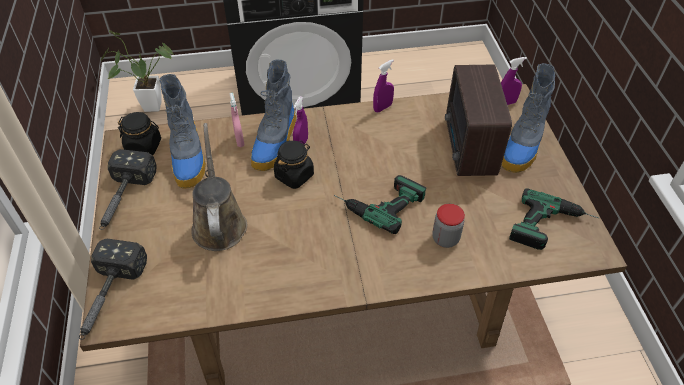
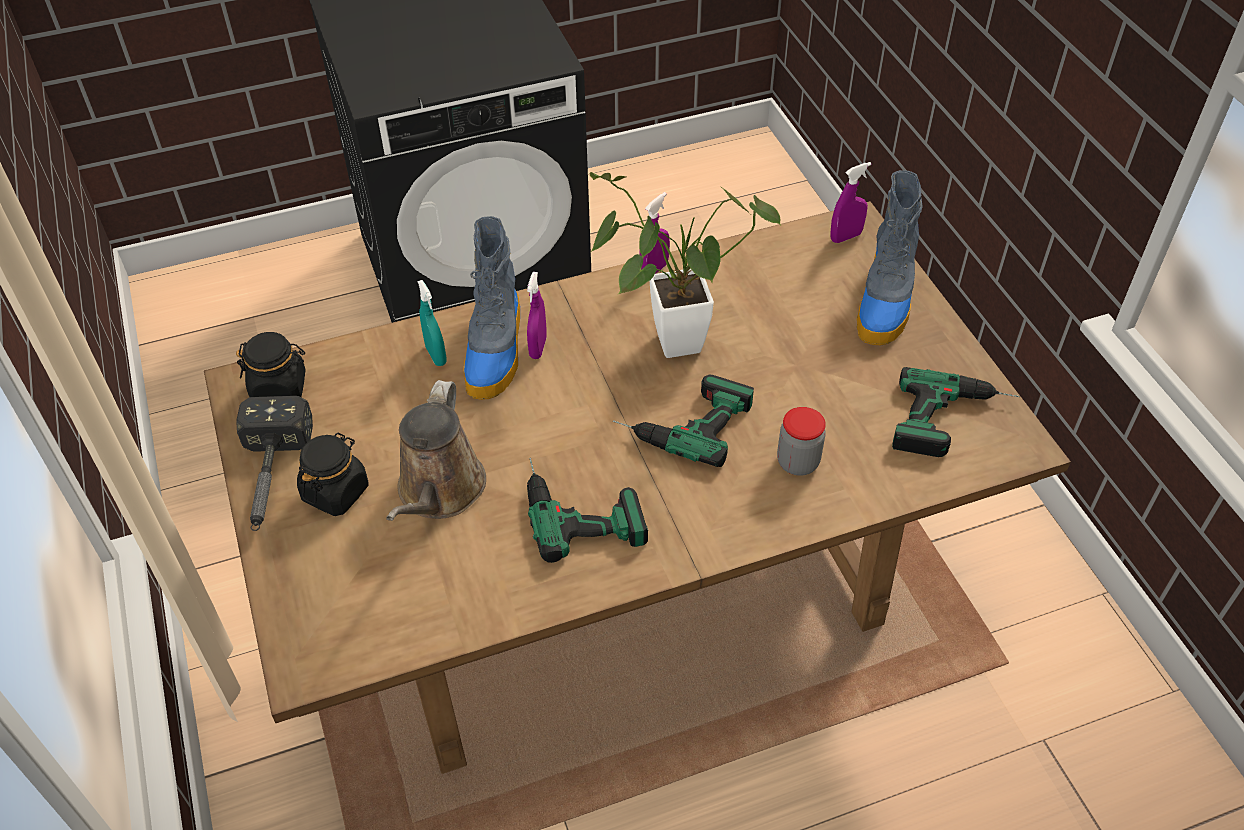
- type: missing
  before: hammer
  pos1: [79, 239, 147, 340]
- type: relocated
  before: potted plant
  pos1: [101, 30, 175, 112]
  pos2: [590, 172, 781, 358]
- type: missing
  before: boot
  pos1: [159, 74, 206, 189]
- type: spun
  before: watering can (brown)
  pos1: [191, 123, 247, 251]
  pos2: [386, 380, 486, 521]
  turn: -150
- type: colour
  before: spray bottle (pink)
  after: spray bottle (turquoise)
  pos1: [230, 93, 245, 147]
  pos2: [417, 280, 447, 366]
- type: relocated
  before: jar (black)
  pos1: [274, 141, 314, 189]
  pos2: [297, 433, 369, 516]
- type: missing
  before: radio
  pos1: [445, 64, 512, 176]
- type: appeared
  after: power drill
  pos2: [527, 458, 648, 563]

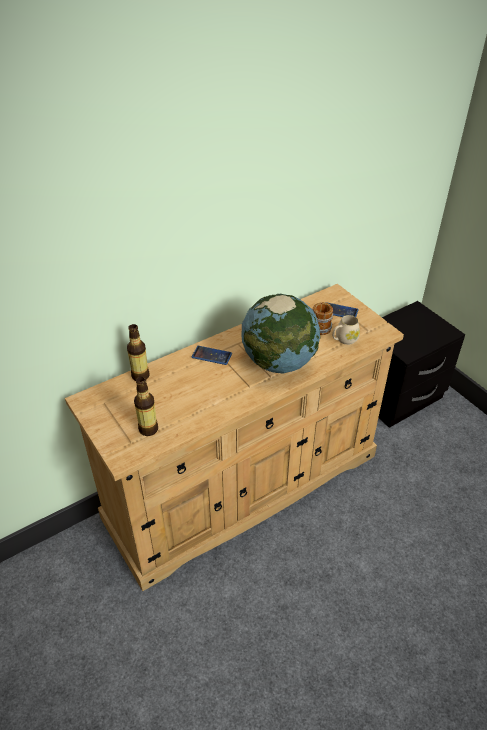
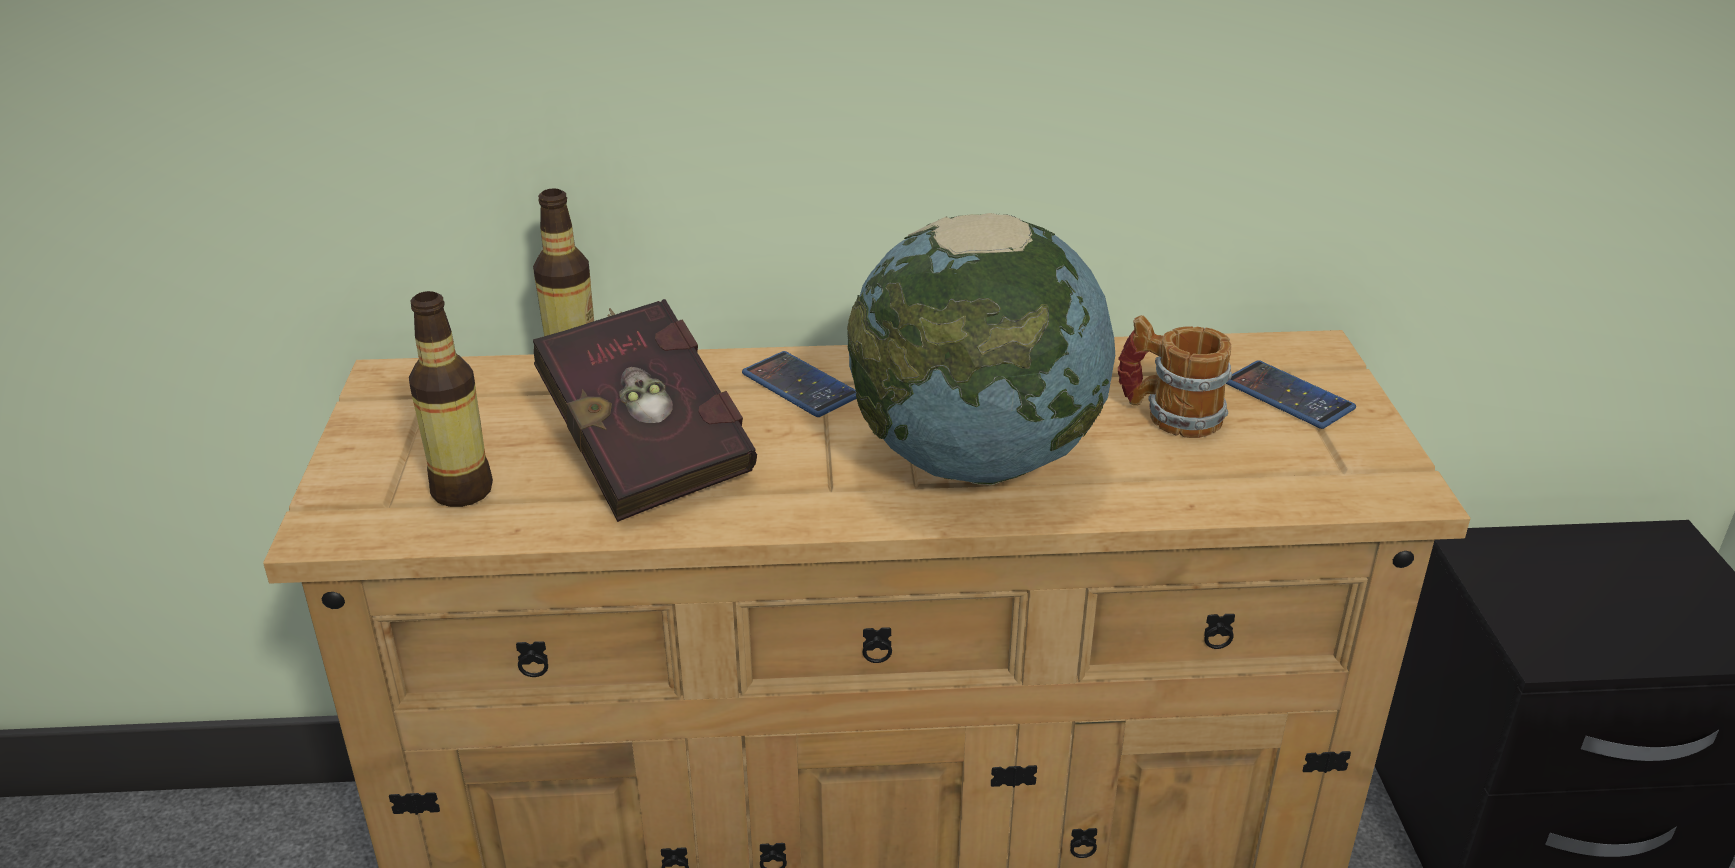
- type: missing
  before: mug (beige)
  pos1: [332, 315, 360, 345]
- type: appeared
  after: book (red)
  pos2: [533, 299, 757, 522]

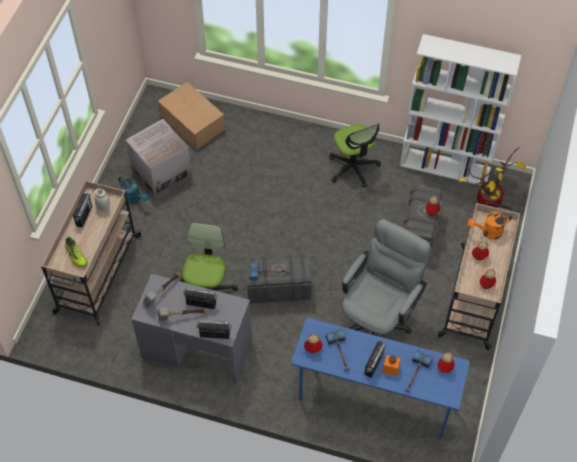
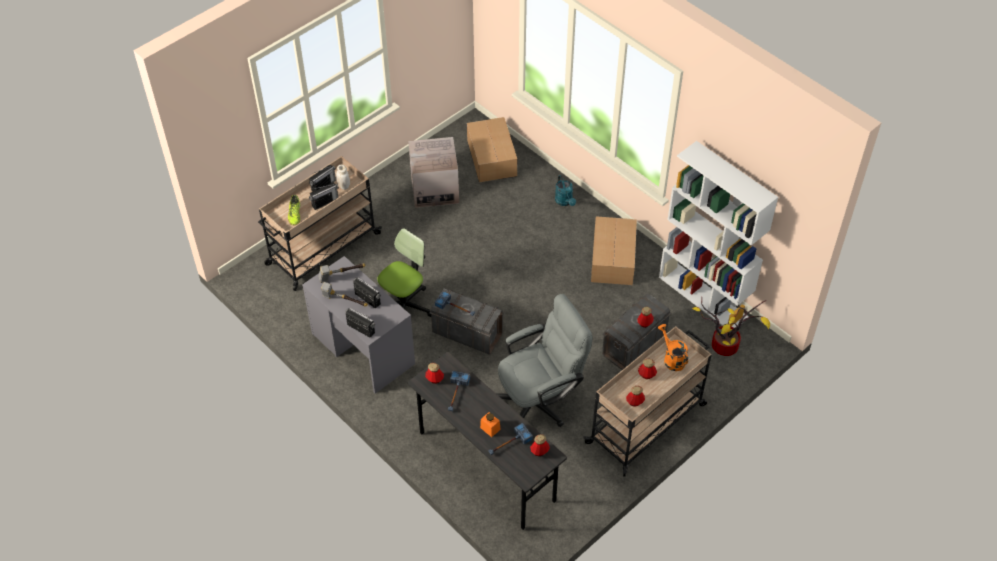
- type: relocated
  before: watering can (turquoise)
  pos1: [118, 176, 148, 204]
  pos2: [555, 175, 576, 206]
- type: colour
  before: desk (blue)
  after: desk (grey)
  pos1: [291, 318, 470, 439]
  pos2: [408, 352, 567, 530]
- type: exchanged
  before: office chair
  after: cardboard box
  pos1: [329, 123, 381, 188]
  pos2: [591, 216, 637, 285]
- type: relocated
  before: radio
  pos1: [364, 341, 386, 378]
  pos2: [309, 183, 339, 210]
- type: spun
  before: watering can (orange)
  pos1: [468, 211, 512, 240]
  pos2: [658, 324, 688, 371]
  turn: 45

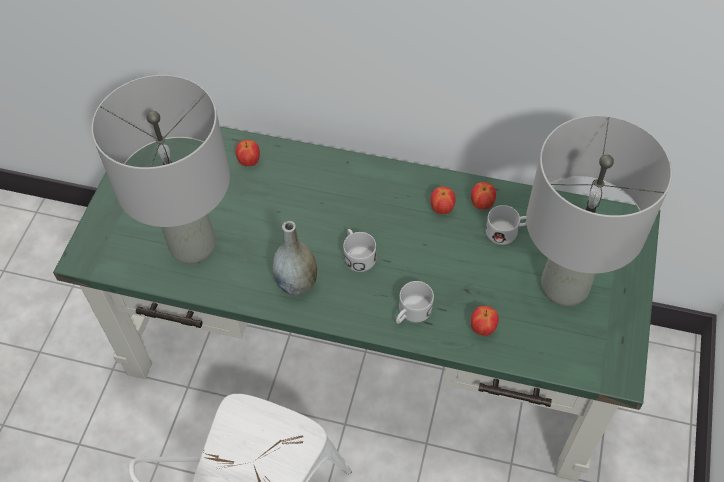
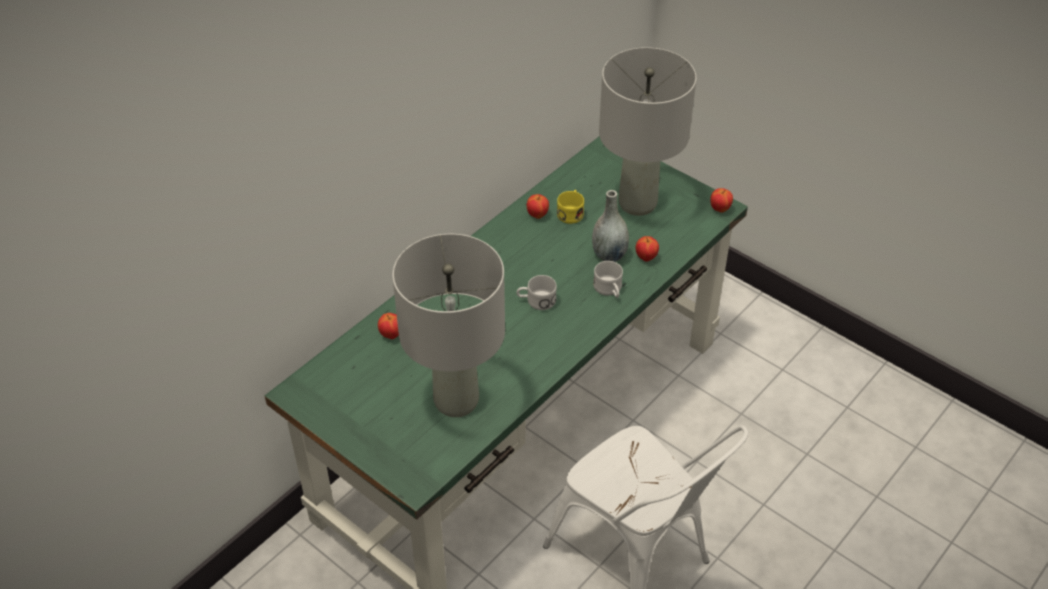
- type: relocated
  before: vase (grey)
  pos1: [273, 221, 317, 295]
  pos2: [592, 190, 629, 262]
- type: relocated
  before: apple
  pos1: [430, 187, 455, 214]
  pos2: [710, 188, 733, 213]
- type: colour
  before: mug (white)
  after: mug (yellow)
  pos1: [485, 205, 527, 245]
  pos2: [557, 190, 584, 224]

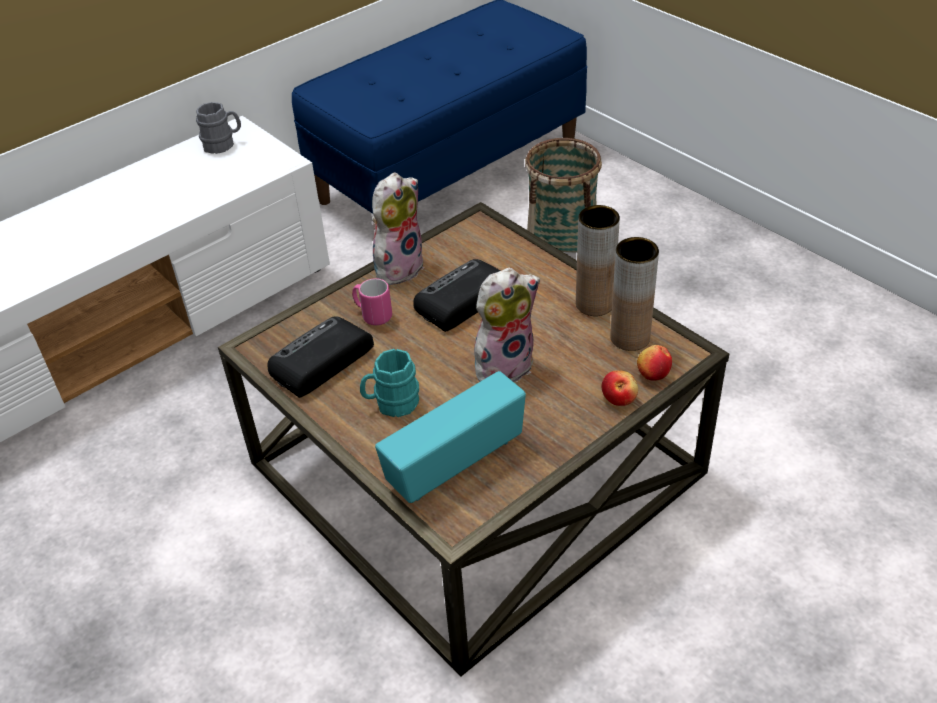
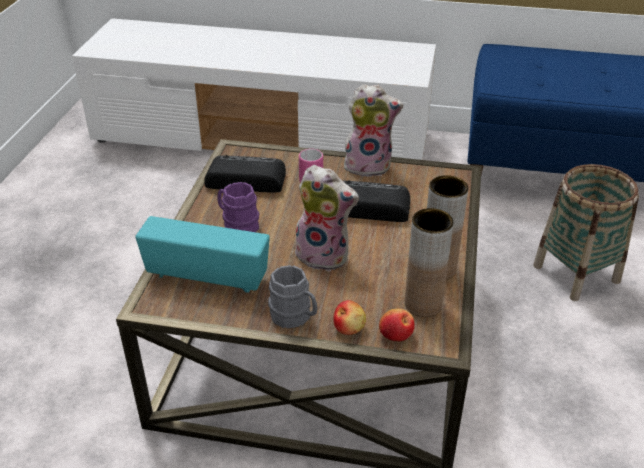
- type: relocated
  before: mug (grey)
  pos1: [196, 102, 241, 154]
  pos2: [268, 265, 318, 328]
- type: colour
  before: mug (turquoise)
  after: mug (purple)
  pos1: [360, 349, 419, 417]
  pos2: [217, 182, 259, 232]

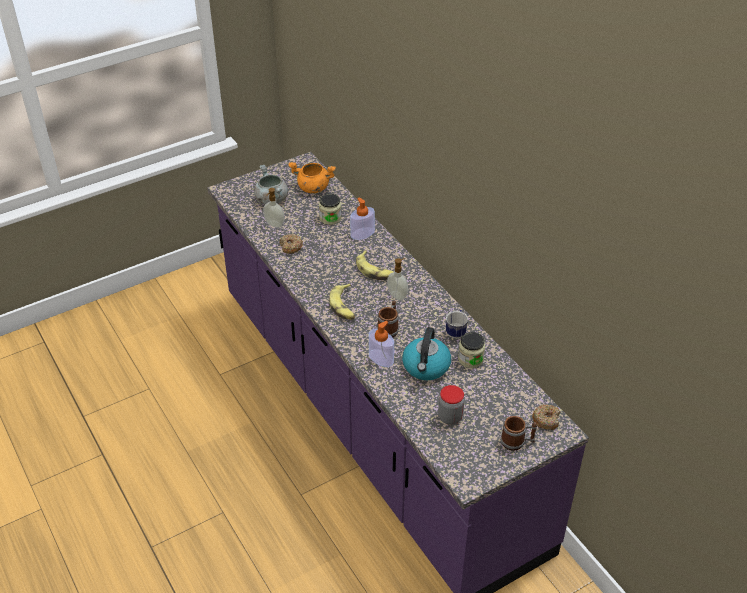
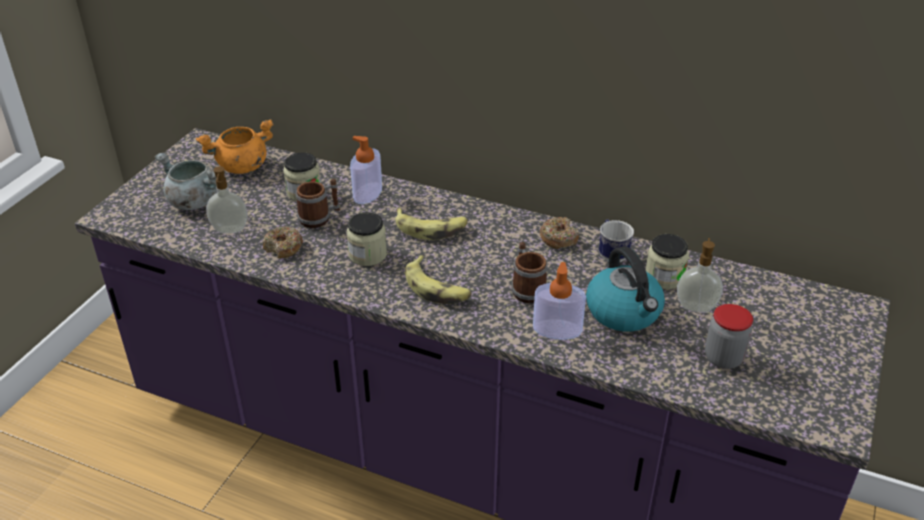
- type: relocated
  before: soap dispenser
  pos1: [387, 258, 408, 301]
  pos2: [677, 238, 723, 313]
- type: relocated
  before: mug
  pos1: [500, 416, 537, 451]
  pos2: [296, 178, 340, 228]
- type: relocated
  before: donut
  pos1: [532, 404, 561, 430]
  pos2: [539, 217, 579, 249]
- type: appeared
  after: jar
  pos2: [347, 212, 387, 266]

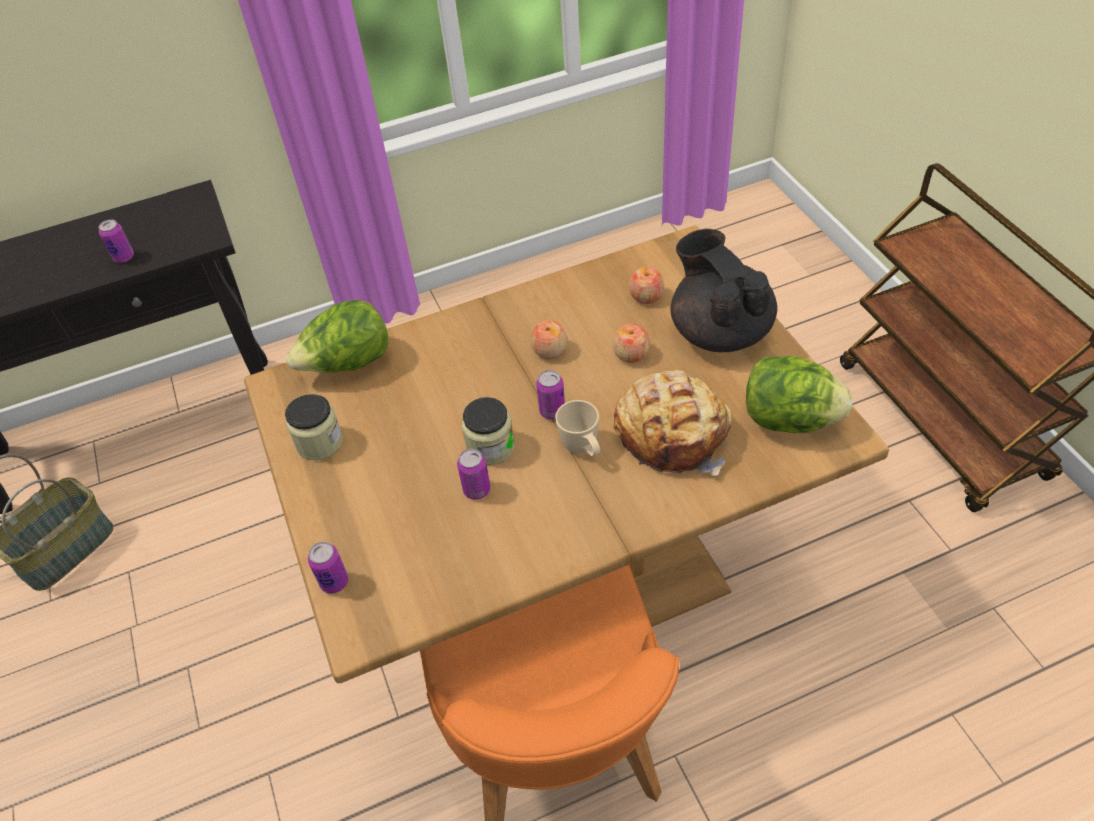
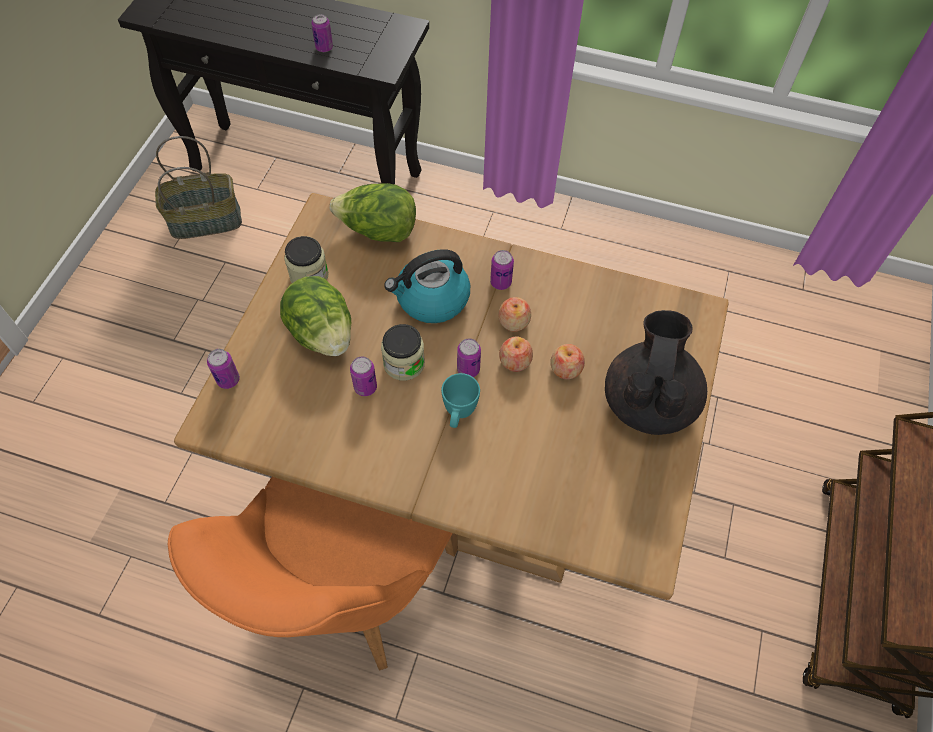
- type: colour
  before: mug (beige)
  after: mug (turquoise)
  pos1: [555, 400, 600, 456]
  pos2: [441, 373, 480, 428]
- type: missing
  before: bread
  pos1: [614, 370, 732, 476]
- type: relocated
  before: apple
  pos1: [629, 267, 664, 304]
  pos2: [499, 336, 533, 372]
- type: relocated
  before: lettuce
  pos1: [746, 356, 852, 433]
  pos2: [280, 276, 351, 356]
- type: appeared
  after: kettle
  pos2: [384, 249, 470, 323]
- type: appeared
  after: can
  pos2: [490, 250, 514, 290]

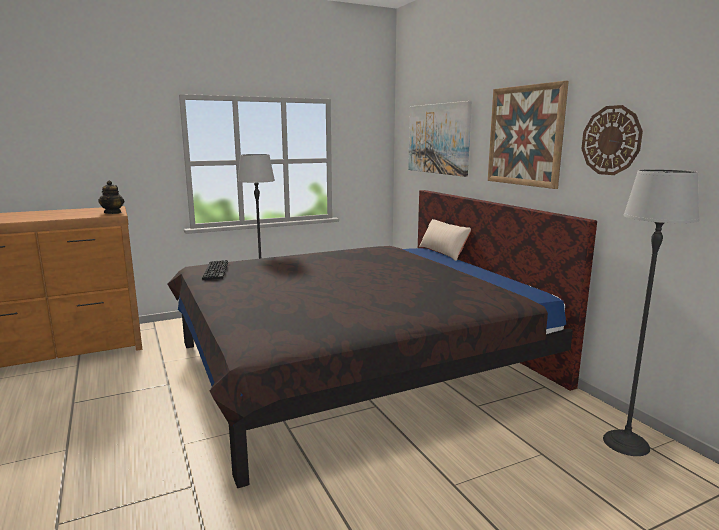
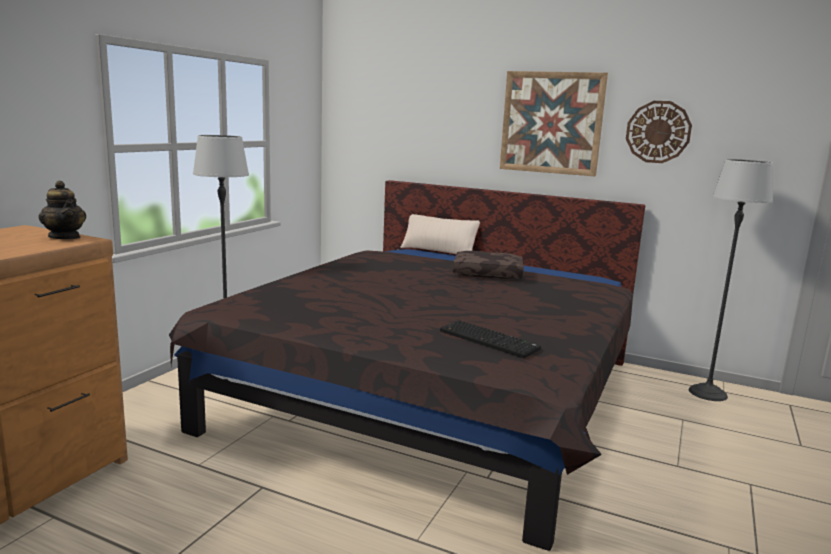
- type: relocated
  before: keyboard
  pos1: [202, 260, 228, 280]
  pos2: [440, 320, 541, 358]
- type: missing
  before: picture
  pos1: [408, 101, 472, 177]
- type: appeared
  after: pillow (brown)
  pos2: [452, 251, 524, 279]

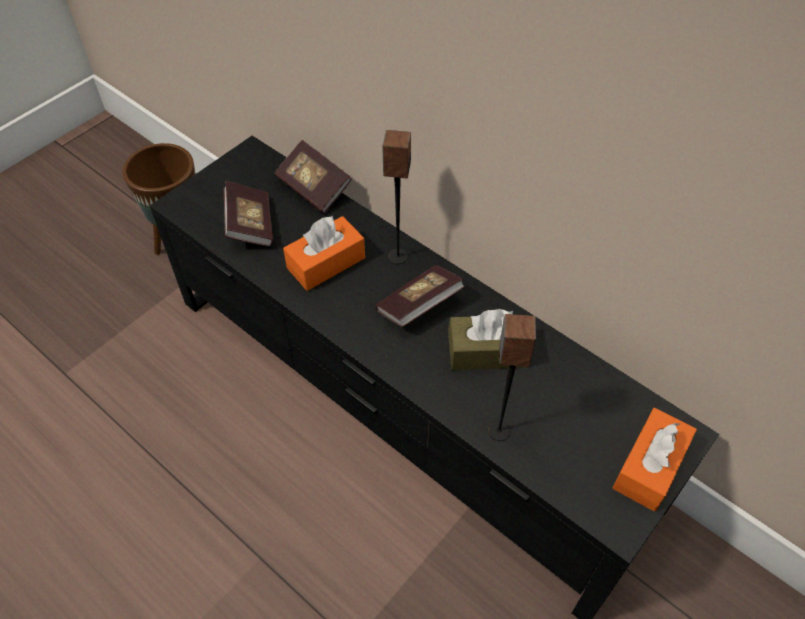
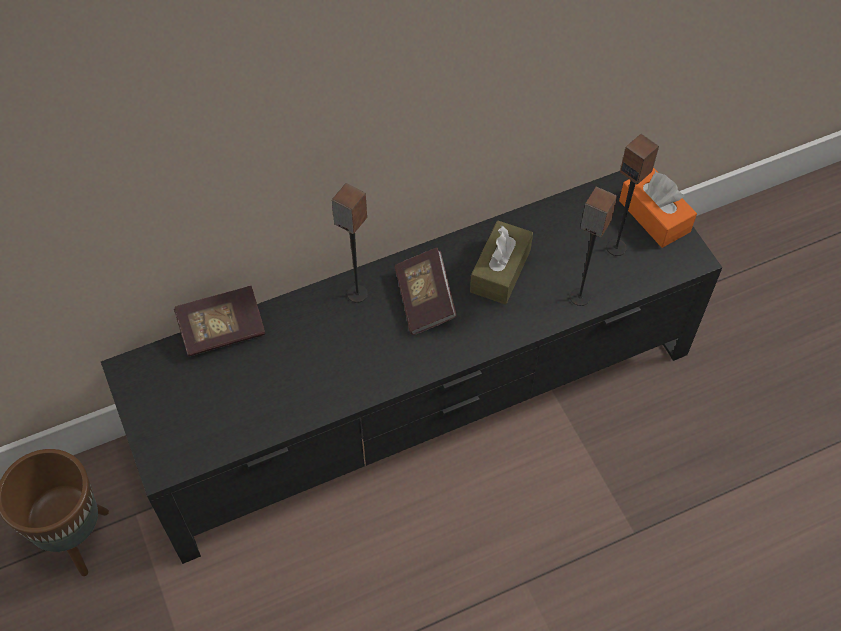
- type: missing
  before: book
  pos1: [223, 181, 273, 247]
- type: missing
  before: tissue box (orange)
  pos1: [283, 216, 365, 291]
- type: appeared
  after: speaker
  pos2: [606, 134, 659, 256]

